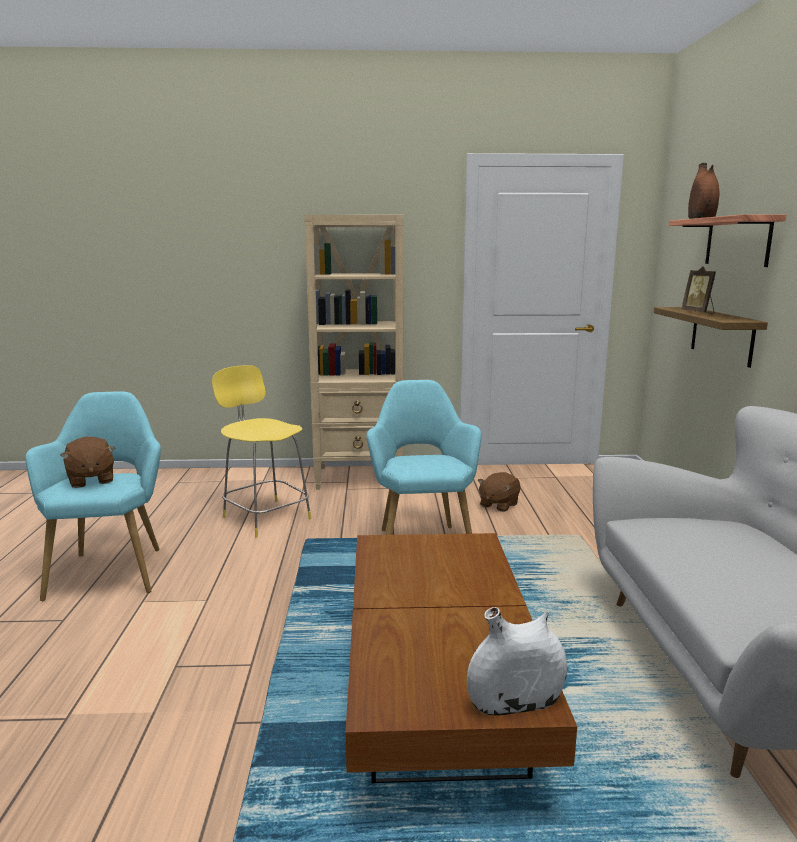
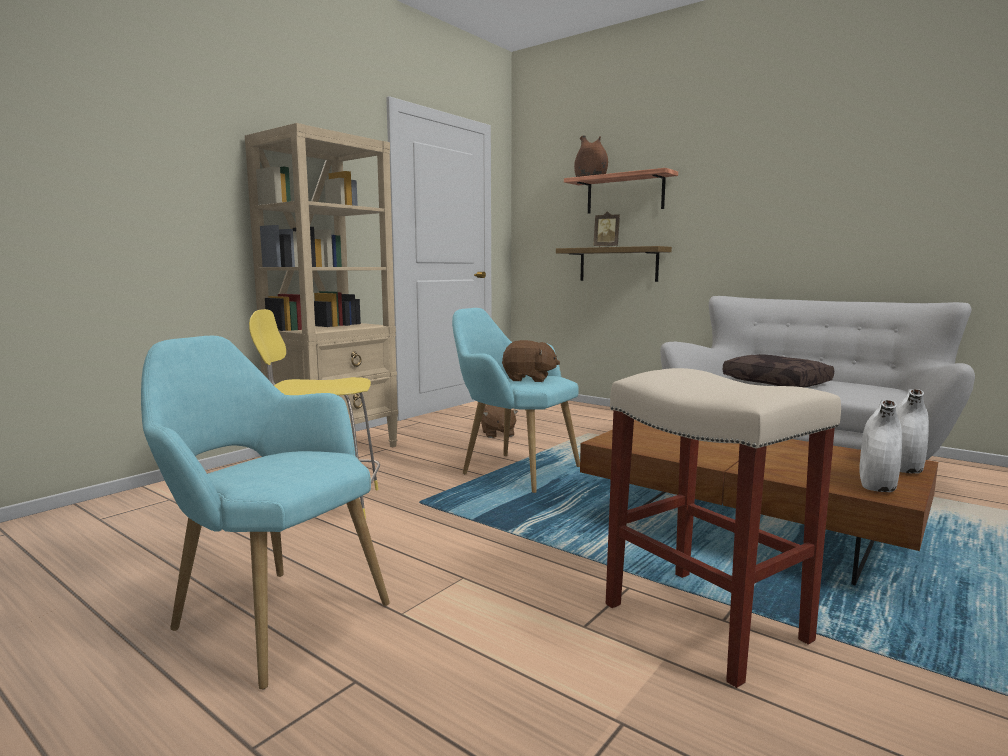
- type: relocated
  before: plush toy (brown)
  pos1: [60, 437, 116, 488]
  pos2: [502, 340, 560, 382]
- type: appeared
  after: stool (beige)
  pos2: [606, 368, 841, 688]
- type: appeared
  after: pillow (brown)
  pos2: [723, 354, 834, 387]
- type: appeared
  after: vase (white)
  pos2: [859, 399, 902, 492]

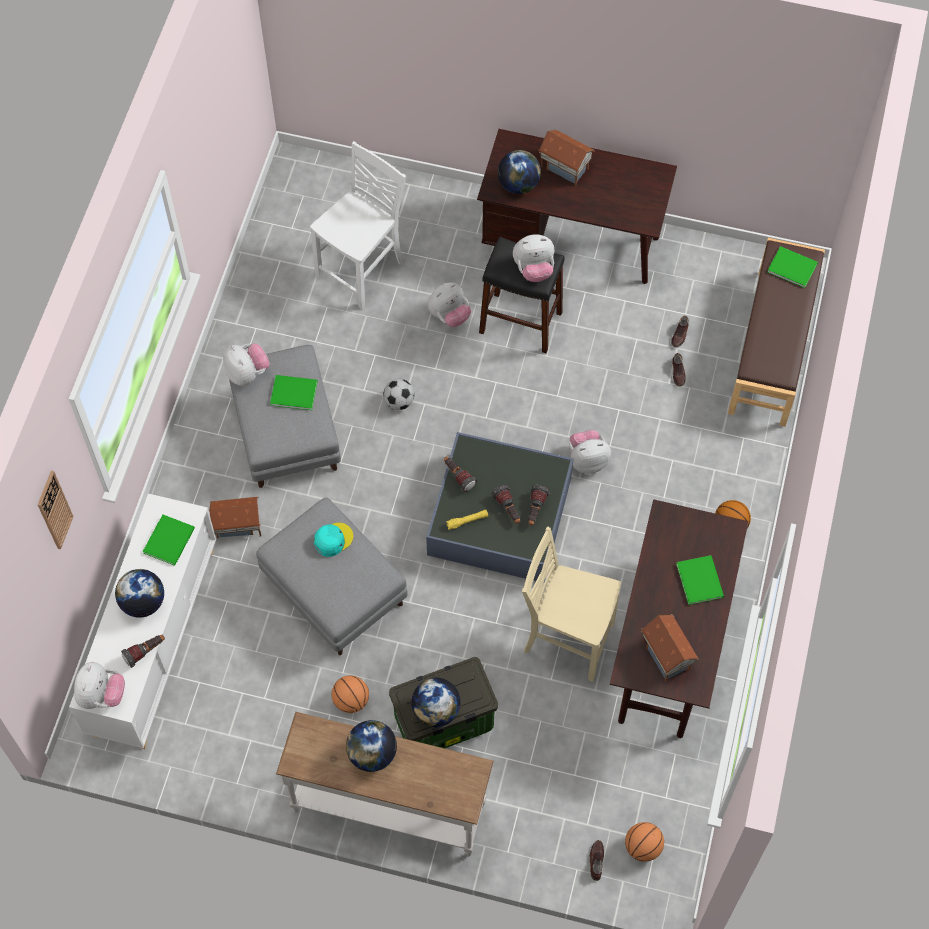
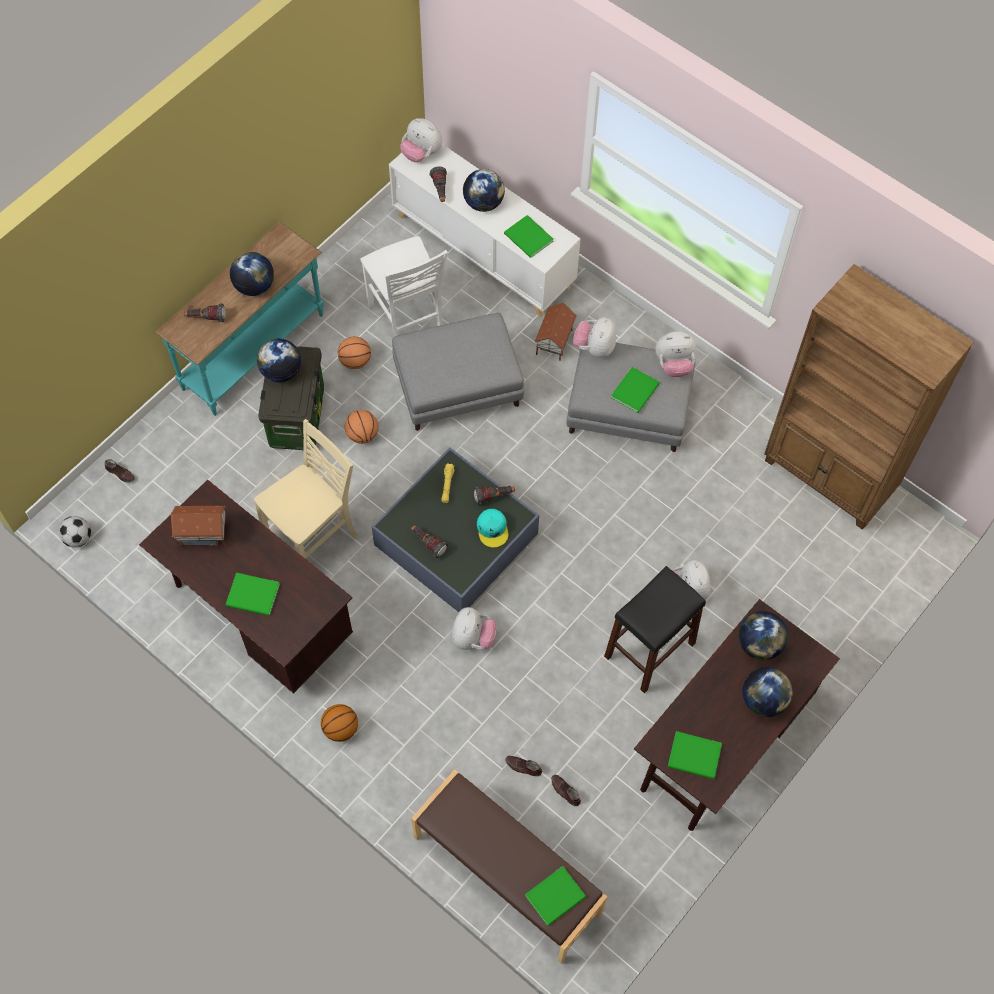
- type: missing
  before: wall clock
  pos1: [37, 470, 73, 549]
- type: colour
  before: console table (white)
  after: console table (turquoise)
  pos1: [276, 712, 494, 856]
  pos2: [156, 222, 324, 416]
- type: relocated
  before: chair (white)
  pos1: [310, 141, 406, 309]
  pos2: [360, 236, 448, 337]
- type: relocated
  before: cap (turquoise)
  pos1: [314, 523, 353, 557]
  pos2: [477, 509, 508, 548]
- type: relocated
  before: football
  pos1: [383, 379, 414, 410]
  pos2: [59, 516, 91, 548]
- type: relocated
  before: flashlight
  pos1: [491, 485, 520, 524]
  pos2: [184, 304, 226, 322]
- type: relocated
  before: plush toy
  pos1: [513, 234, 554, 282]
  pos2: [573, 317, 616, 358]
- type: exchanged
  before: toy house
  after: globe
  pos1: [538, 129, 594, 185]
  pos2: [742, 667, 793, 717]
- type: relocated
  before: basketball
  pos1: [625, 822, 664, 862]
  pos2: [345, 410, 379, 444]
- type: appeared
  after: book (green)
  pos2: [668, 731, 722, 779]
- type: appeared
  after: bookcase (brown)
  pos2: [764, 264, 974, 530]

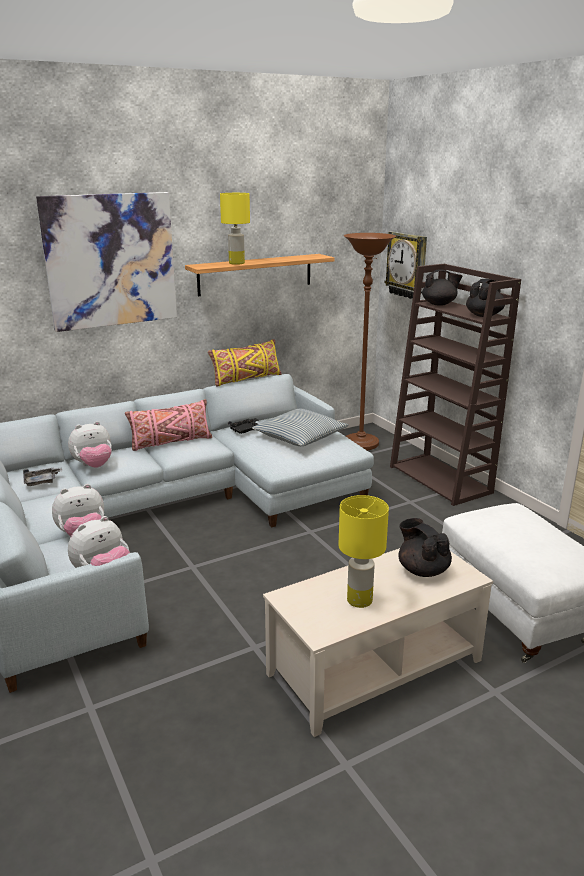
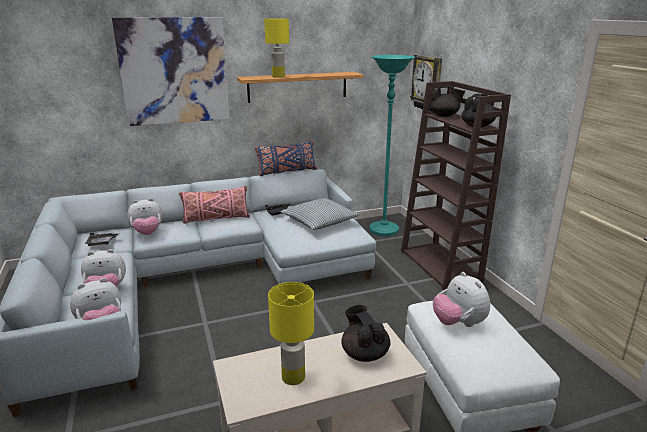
- type: colour
  before: pillow (yellow)
  after: pillow (blue)
  pos1: [208, 339, 282, 386]
  pos2: [254, 140, 317, 176]
- type: colour
  before: floor lamp (brown)
  after: floor lamp (turquoise)
  pos1: [344, 233, 396, 451]
  pos2: [369, 55, 415, 236]
- type: appeared
  after: plush toy
  pos2: [433, 272, 490, 327]

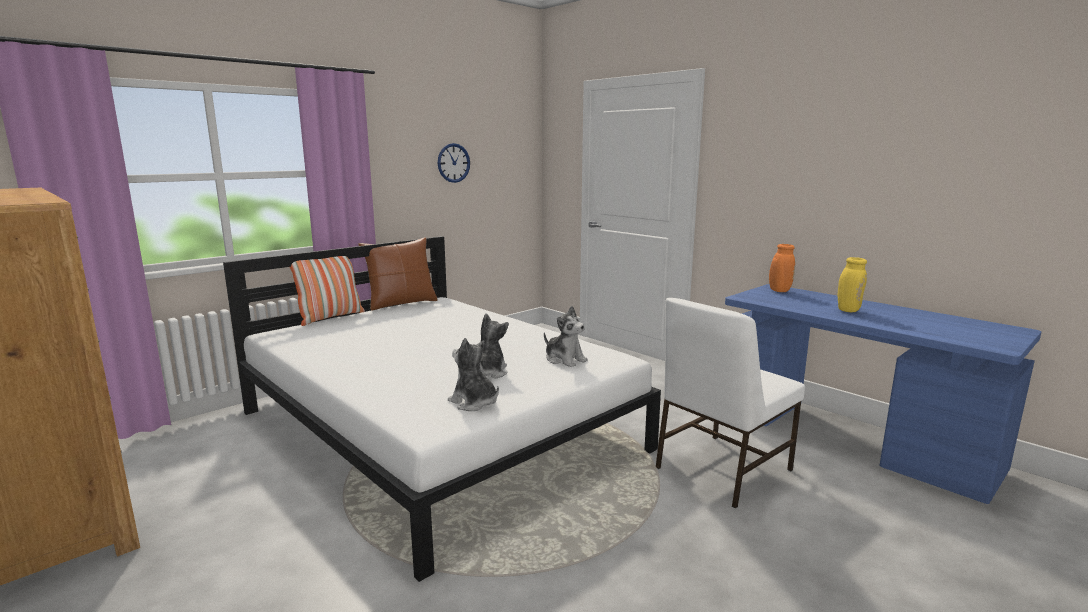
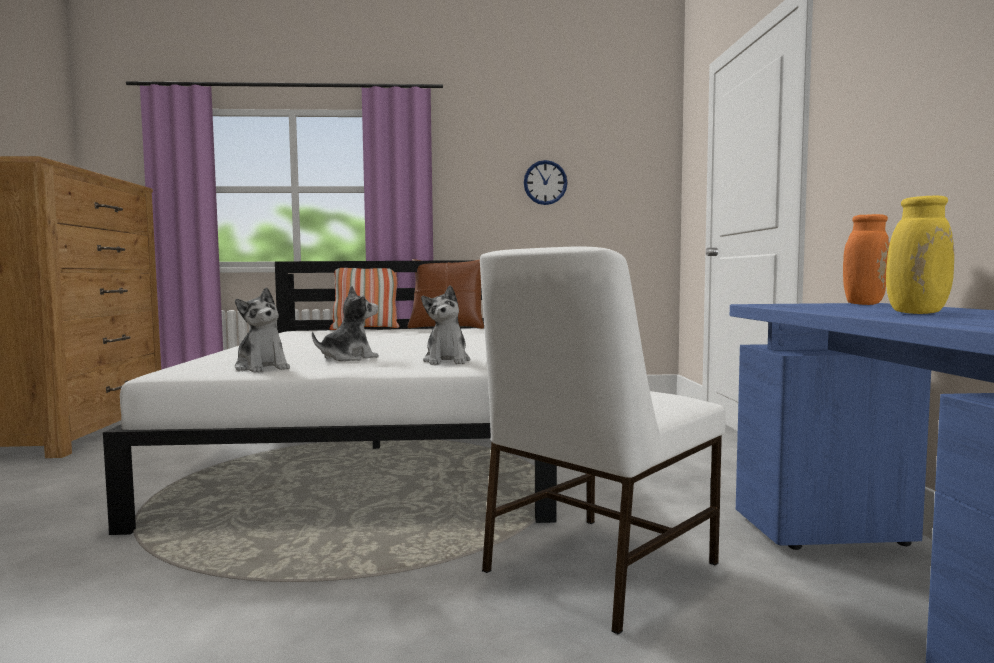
- type: spun
  before: plush toy
  pos1: [448, 338, 499, 411]
  pos2: [235, 287, 290, 373]
  turn: 150
- type: spun
  before: chair (white)
  pos1: [656, 298, 805, 509]
  pos2: [480, 246, 726, 634]
  turn: -45

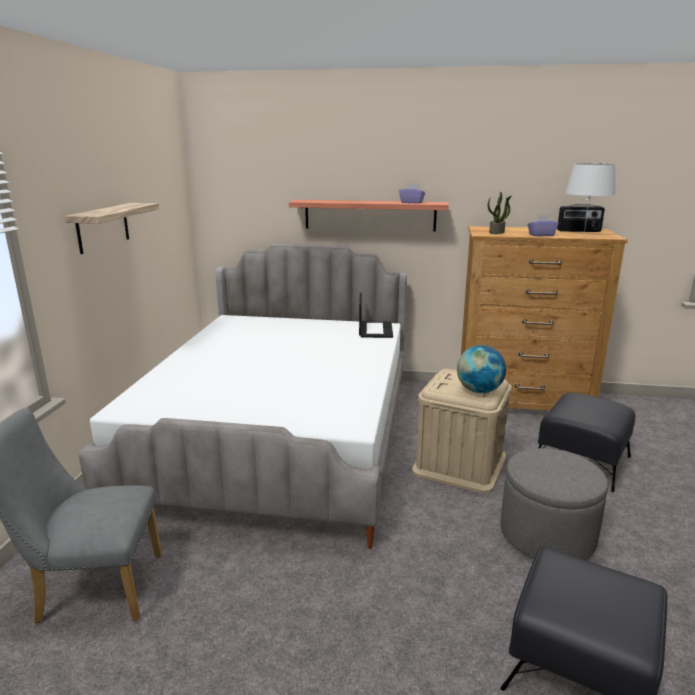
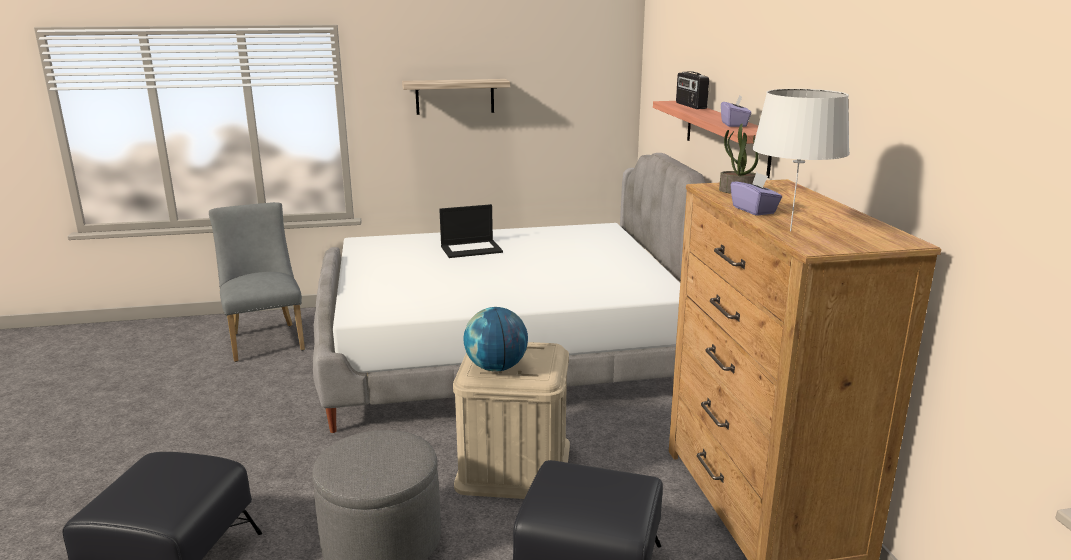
- type: relocated
  before: laptop
  pos1: [359, 293, 393, 338]
  pos2: [439, 204, 503, 258]
- type: relocated
  before: radio
  pos1: [557, 204, 605, 232]
  pos2: [676, 71, 709, 109]

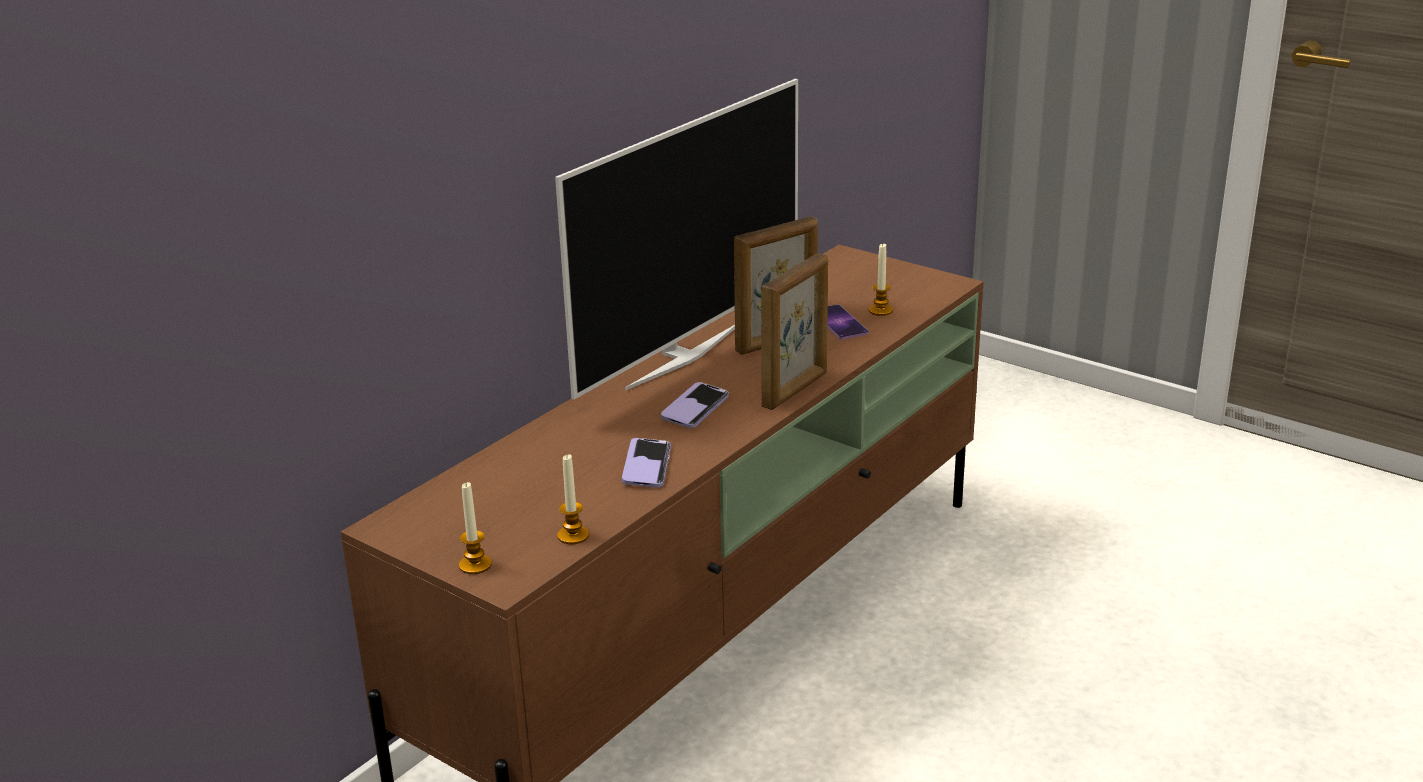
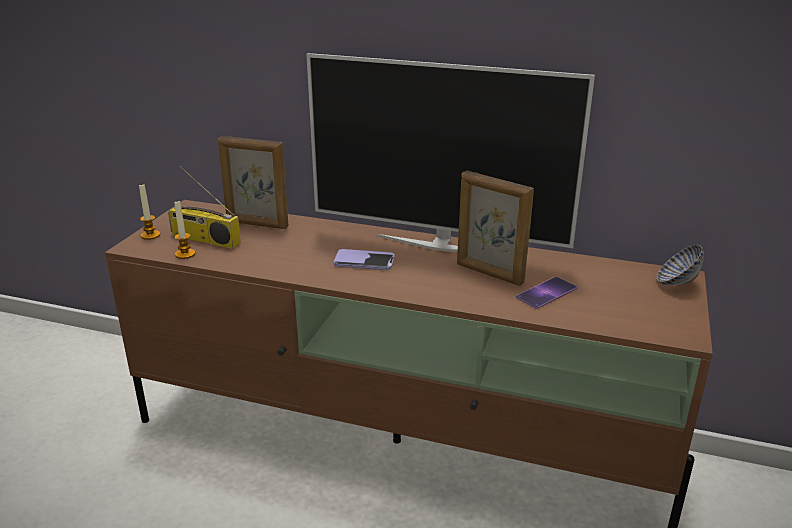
- type: missing
  before: phone
  pos1: [622, 438, 671, 488]
- type: relocated
  before: picture frame
  pos1: [761, 253, 828, 410]
  pos2: [218, 136, 288, 229]
- type: missing
  before: candle
  pos1: [869, 244, 893, 316]
- type: appeared
  after: radio
  pos2: [168, 166, 241, 249]
- type: appeared
  after: bowl
  pos2: [657, 245, 704, 285]

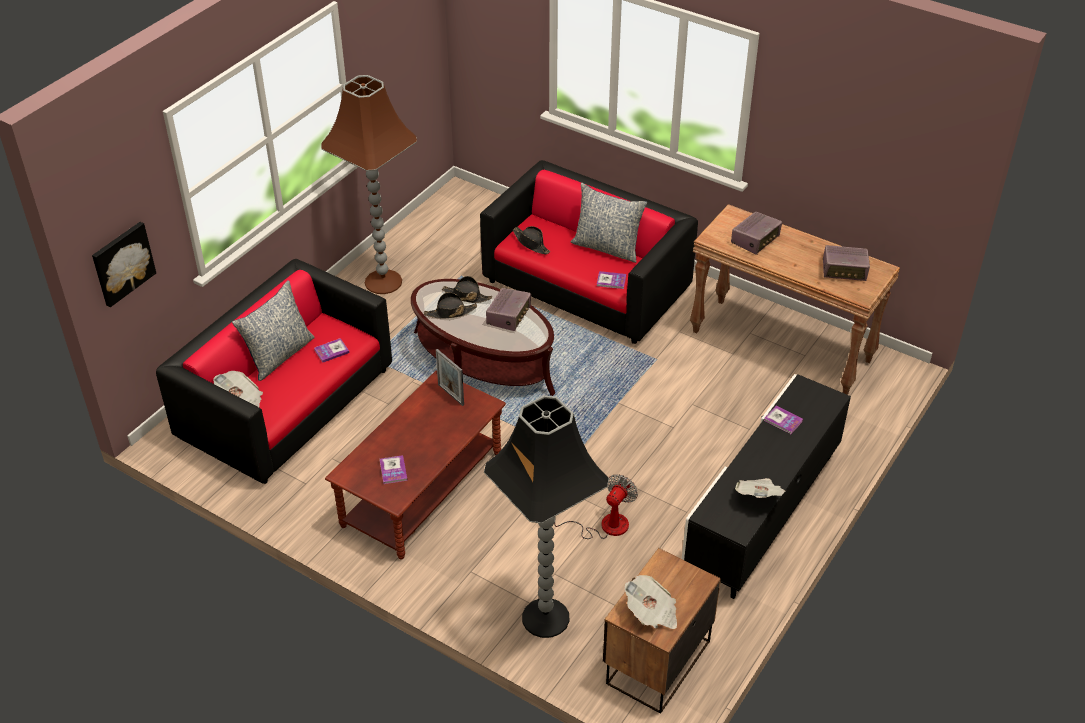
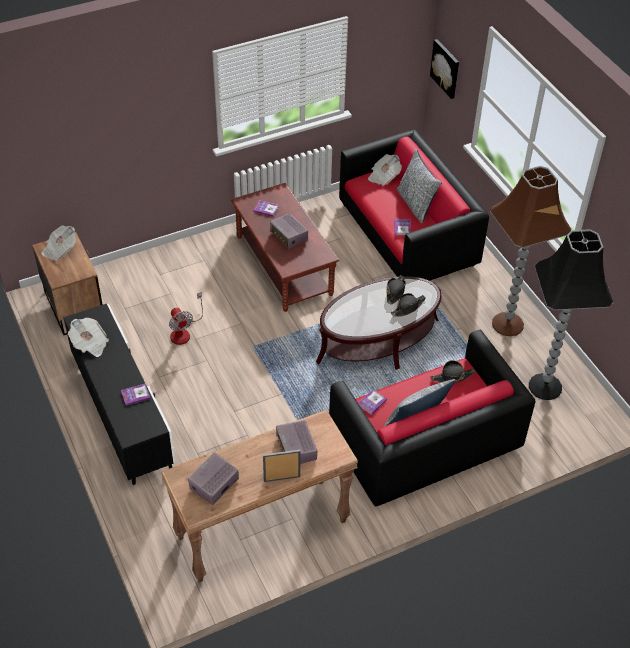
- type: relocated
  before: picture frame
  pos1: [436, 349, 464, 406]
  pos2: [263, 450, 301, 482]
- type: relocated
  before: floor lamp (black)
  pos1: [484, 395, 609, 638]
  pos2: [529, 229, 613, 400]
- type: relocated
  before: radio
  pos1: [486, 288, 531, 331]
  pos2: [270, 213, 308, 249]

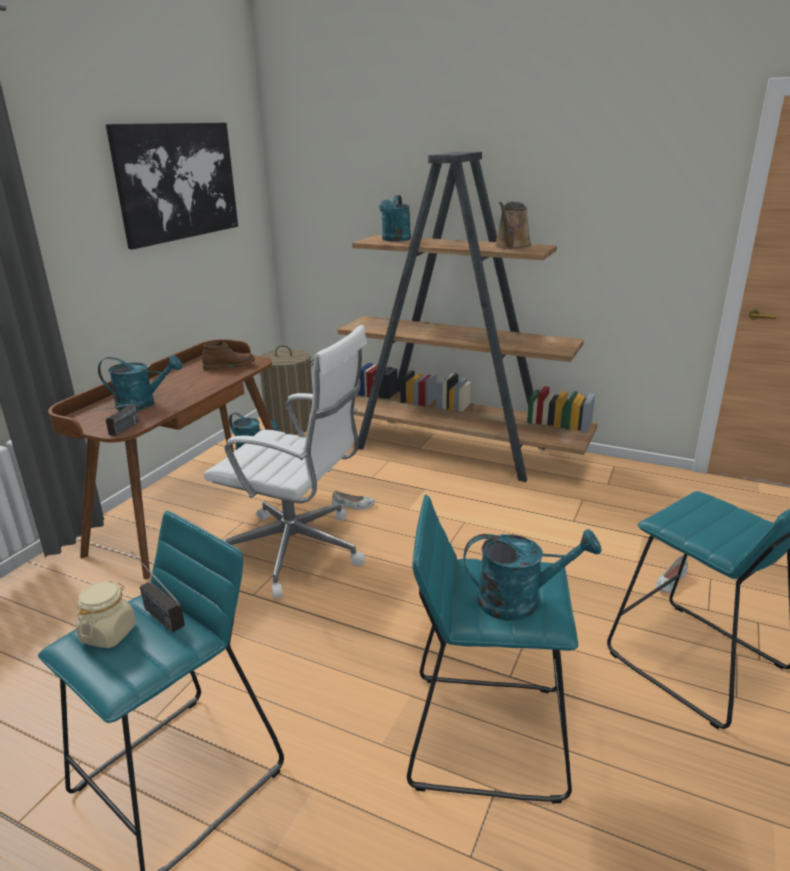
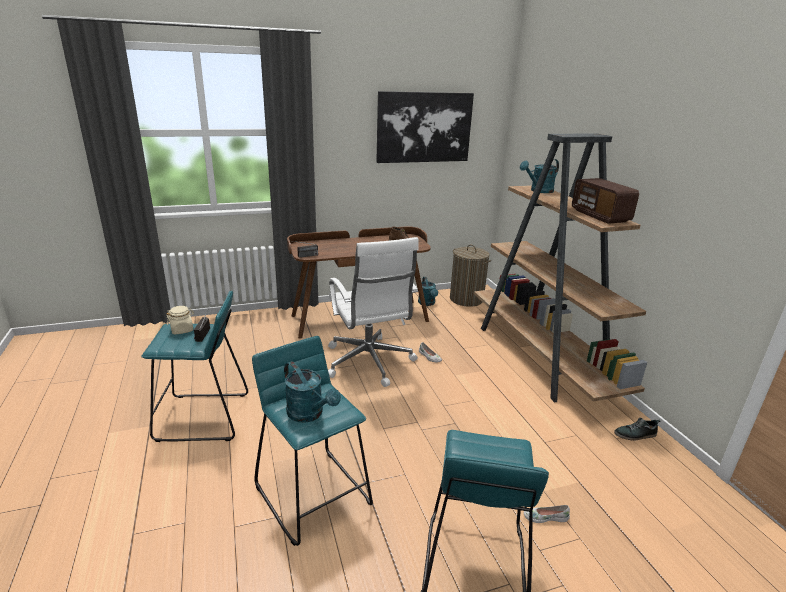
- type: missing
  before: watering can (turquoise)
  pos1: [98, 355, 182, 411]
- type: exchanged
  before: watering can (brown)
  after: radio
  pos1: [495, 201, 532, 249]
  pos2: [572, 178, 639, 224]
- type: appeared
  after: shoe
  pos2: [614, 418, 660, 440]

